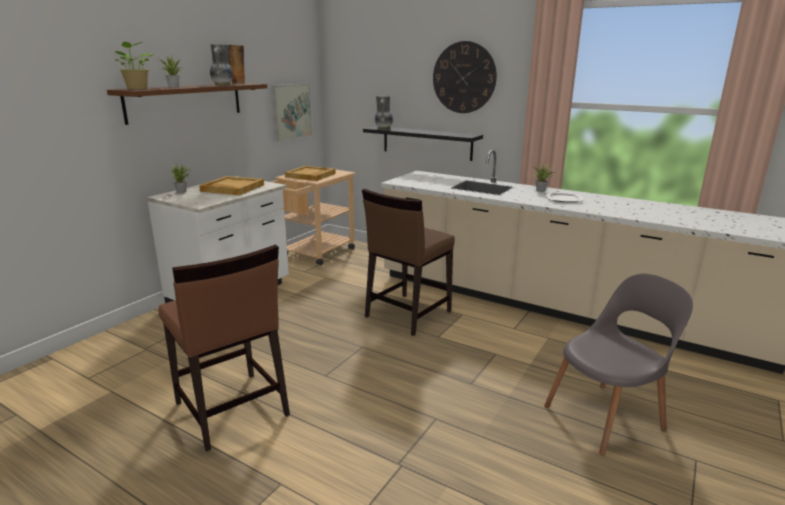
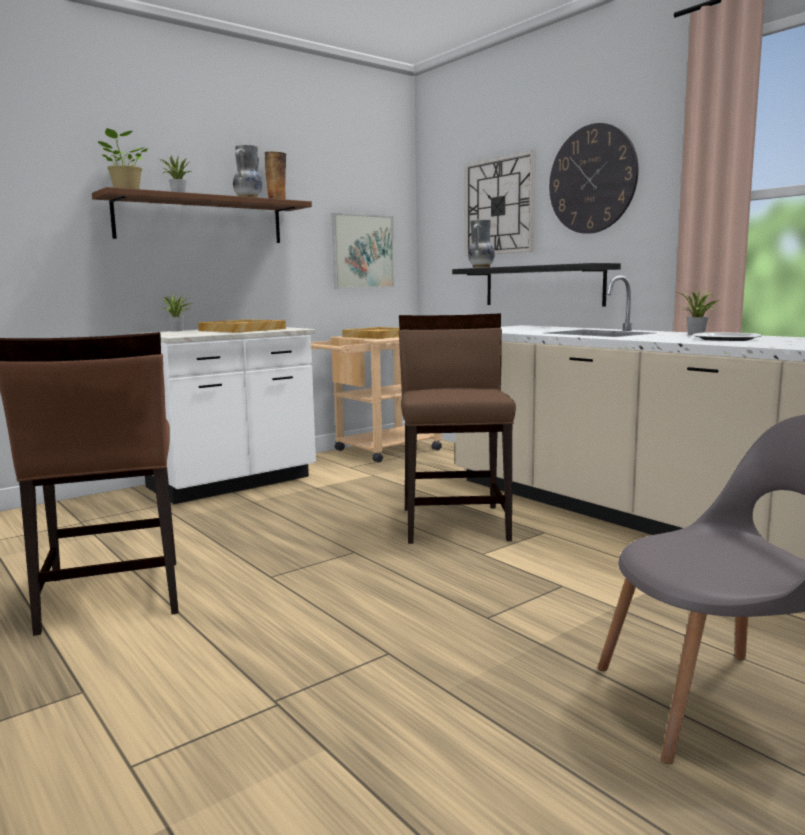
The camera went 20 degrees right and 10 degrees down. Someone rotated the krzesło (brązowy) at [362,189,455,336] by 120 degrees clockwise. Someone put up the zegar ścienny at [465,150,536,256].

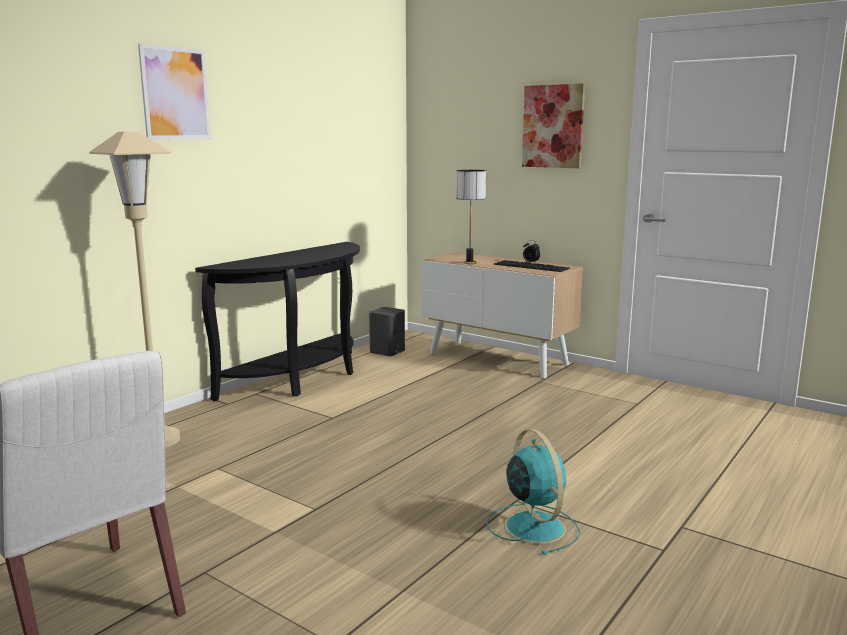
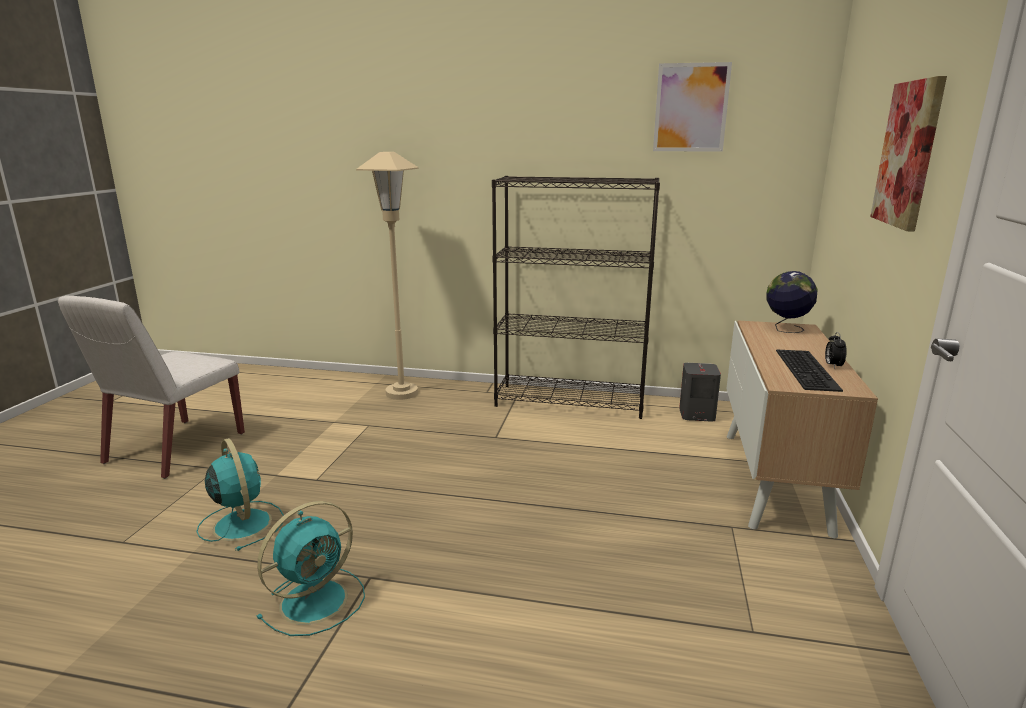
The camera went 65 degrees right and 5 degrees up. Someone carried the obraz from [138,43,211,140] to [653,62,732,152]. Someone swapped the stolik konsolowy (czarny) at [195,242,360,401] for the regał (czarny) at [492,176,660,419]. Someone took away the lampa stołowa at [456,170,486,264]. Someone put down the wentylator (turkusowy) at [196,438,284,551]. Someone put down the globus at [766,271,818,333].

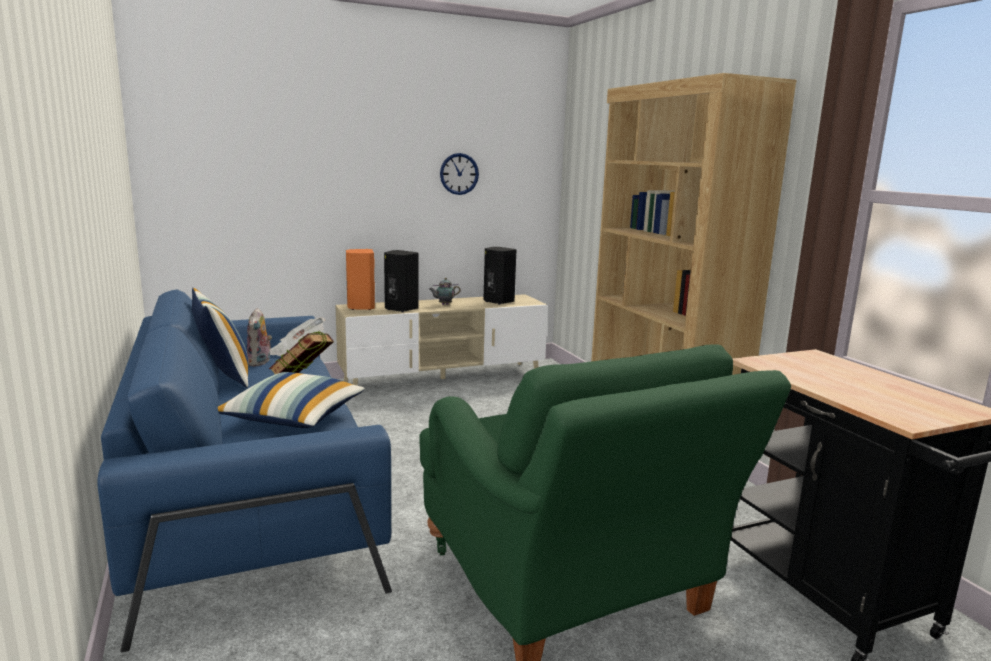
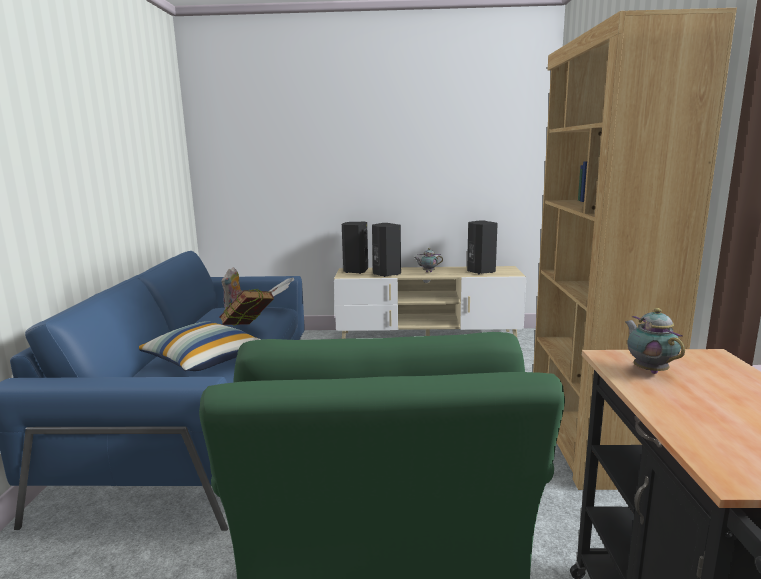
The camera went 25 degrees right and 0 degrees up. Someone took away the poduszka at [192,288,248,388]. Someone repainted the głośnik (pomarańczowy) at [346,249,375,310], which became the głośnik (czarny) at [342,222,368,274]. Someone took away the zegar ścienny at [440,153,479,195]. Someone put down the imbryk at [625,308,685,374].

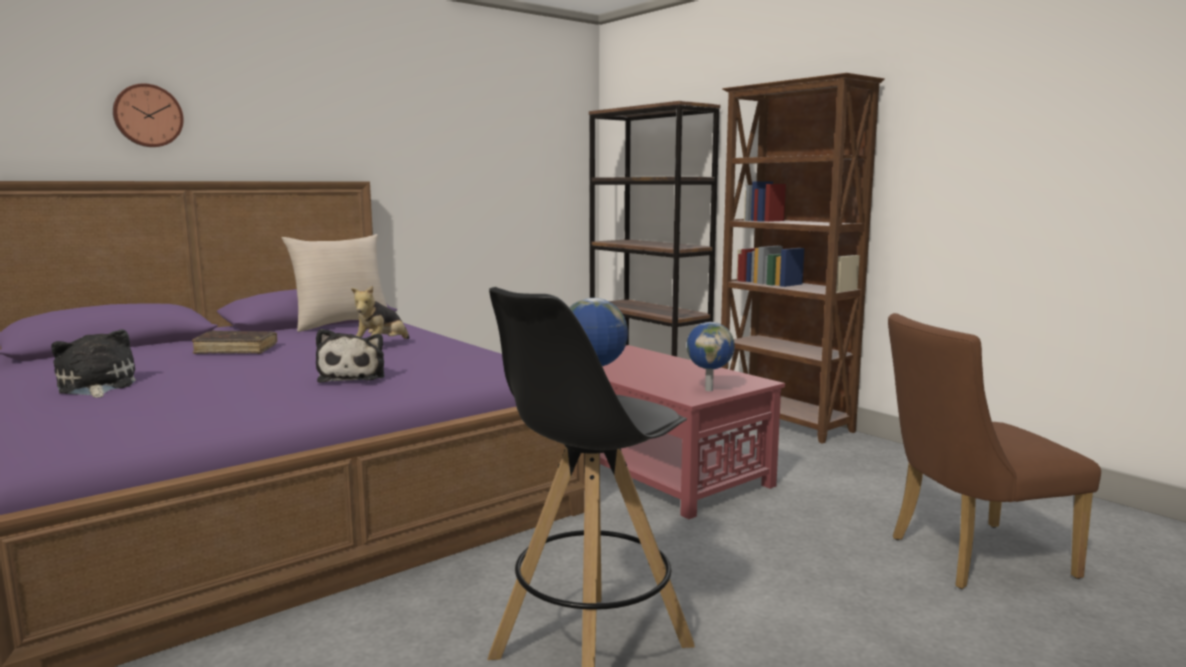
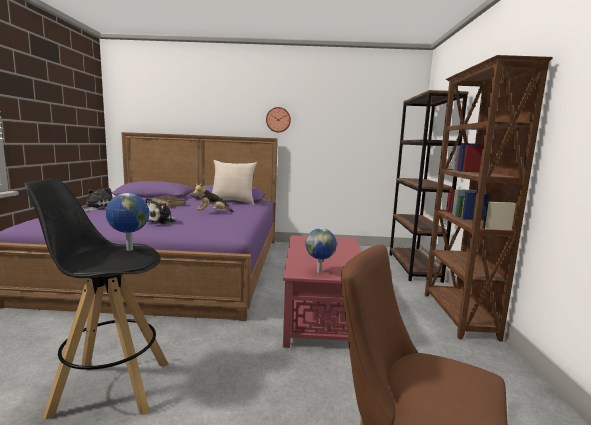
The camera went 40 degrees right and 0 degrees up. Someone carried the zegar ścienny from [113,84,184,147] to [266,107,291,133].

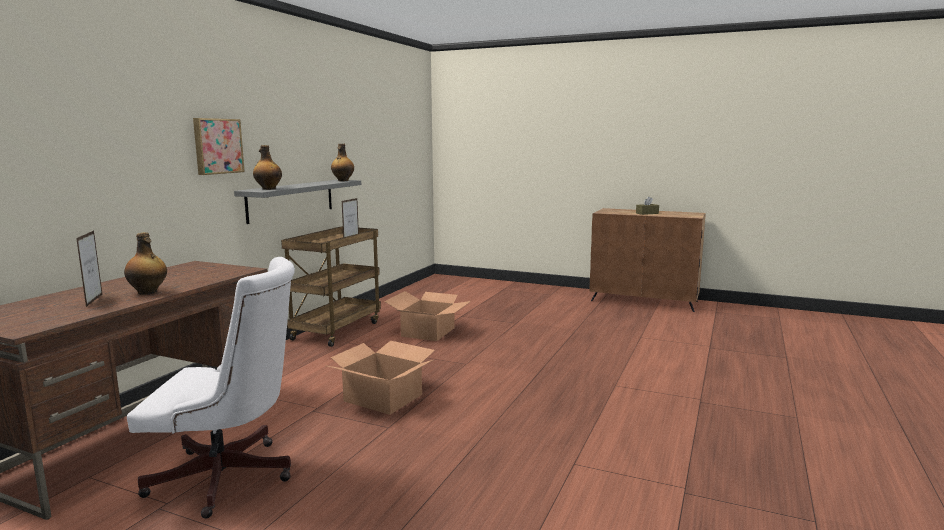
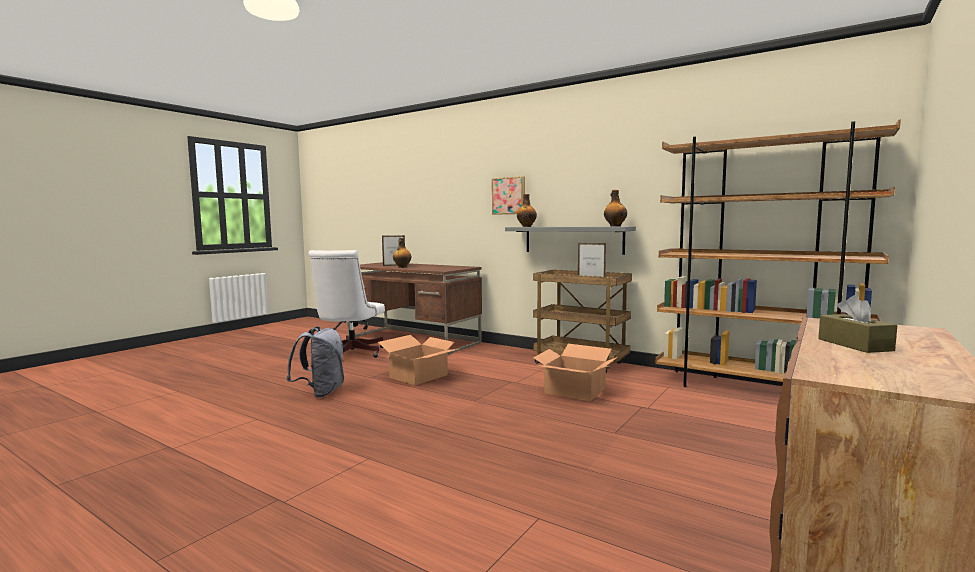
The camera went 100 degrees right and 5 degrees down. Someone put down the plecak (szary) at [286,326,344,398]. Someone put down the regał (brązowy) at [655,120,901,387].

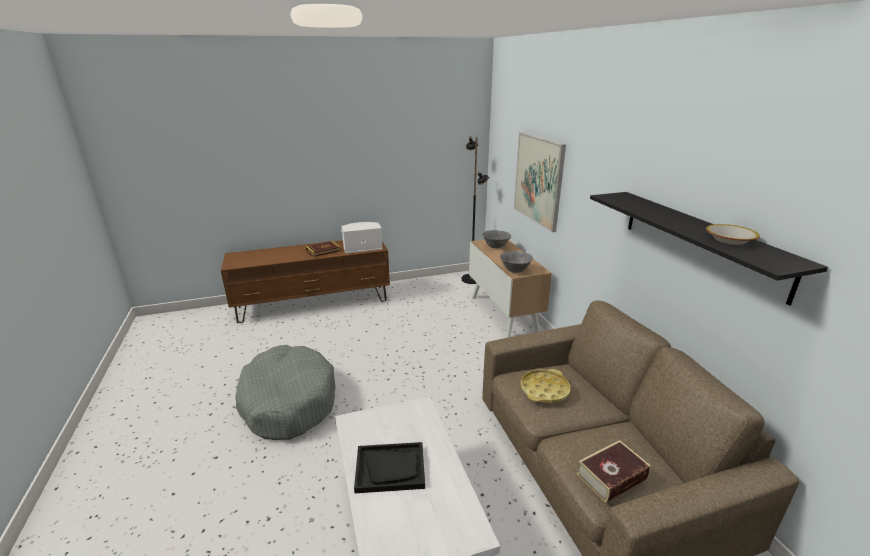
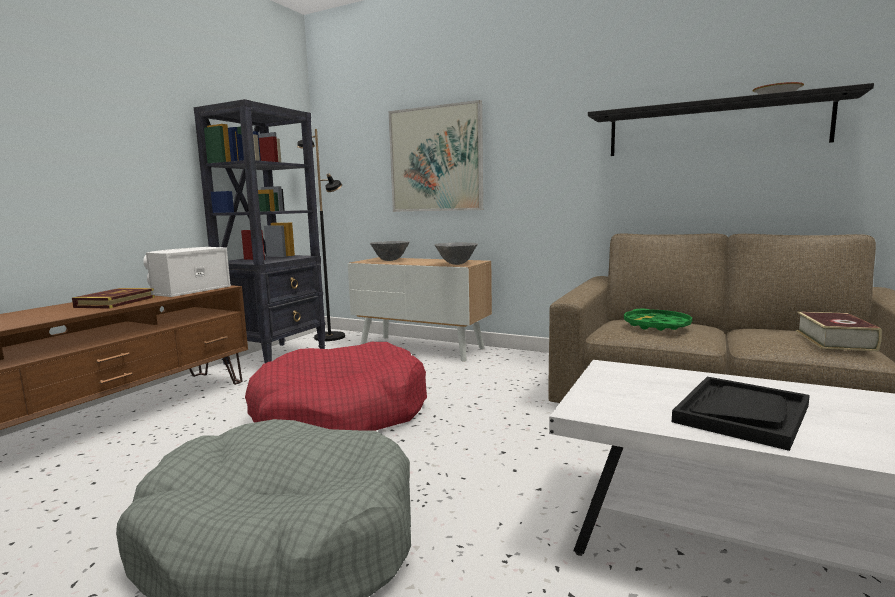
The camera went 45 degrees left and 15 degrees down. Someone repainted the taca (żółty) at [520,369,570,403], which became the taca (zielony) at [624,309,692,331]. Someone put down the regał (czarny) at [194,99,326,365]. Someone put down the legowisko (czerwony) at [245,341,427,431].

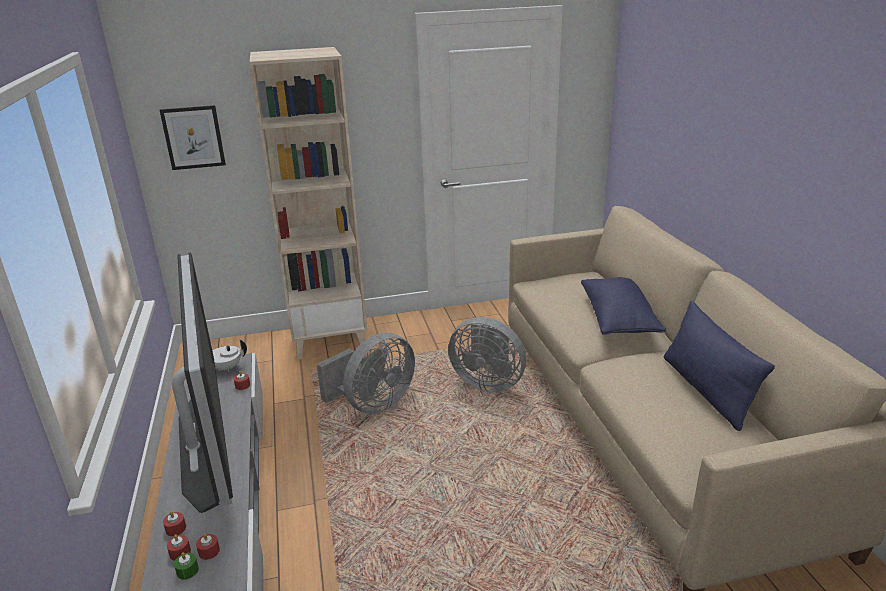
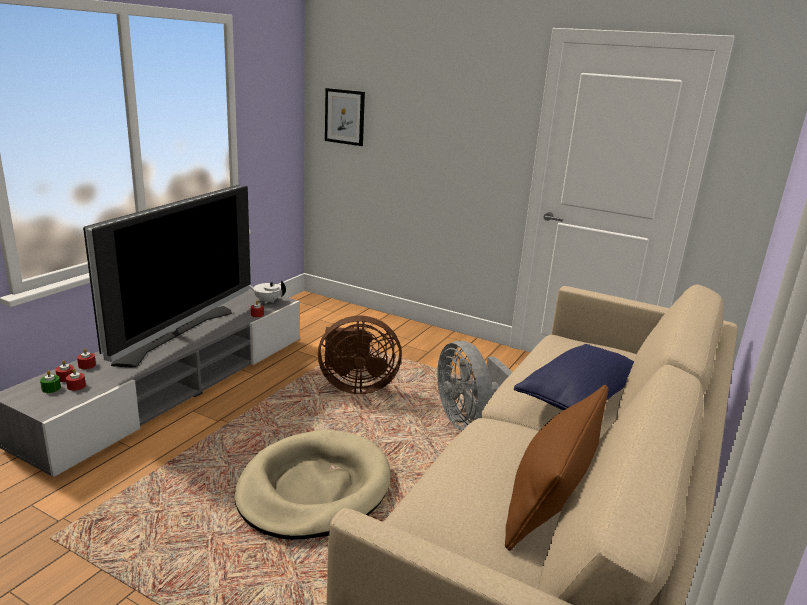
The camera went 40 degrees right and 5 degrees down. Someone took away the regał (beżowy) at [250,47,367,360]. Someone repainted the wentylator (szary) at [317,333,415,414], which became the wentylator (brązowy) at [318,315,402,394]. Someone repainted the poduszka (niebieski) at [664,301,775,431], which became the poduszka (brązowy) at [505,385,608,551]. Someone put down the legowisko (beżowy) at [234,430,391,540].

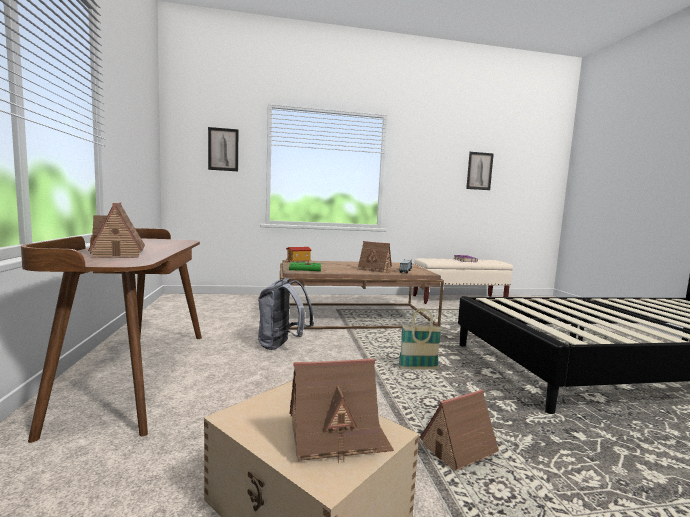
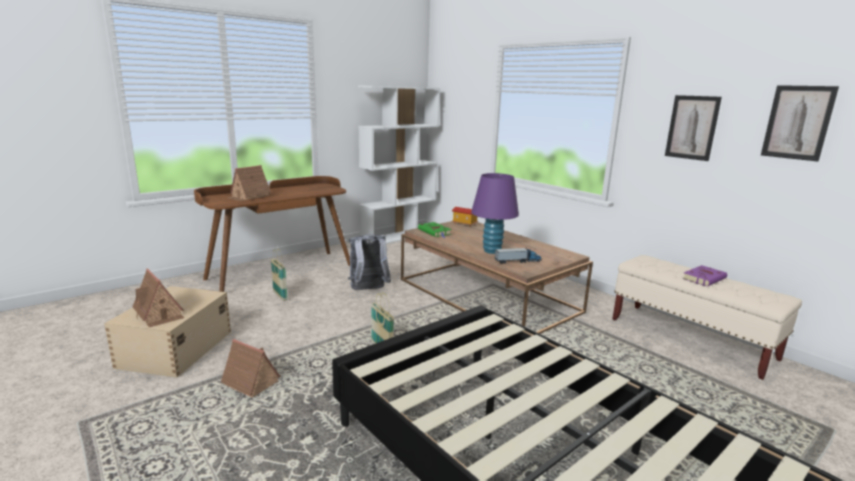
The camera went 60 degrees right and 10 degrees up. Someone carried the obraz from [208,127,238,171] to [665,95,722,161]. Someone swapped the domek at [358,241,396,273] for the lampa stołowa (fioletowy) at [471,173,519,254]. Someone put down the koszyk at [271,249,288,301]. Someone put down the regał (biały) at [358,85,440,244].

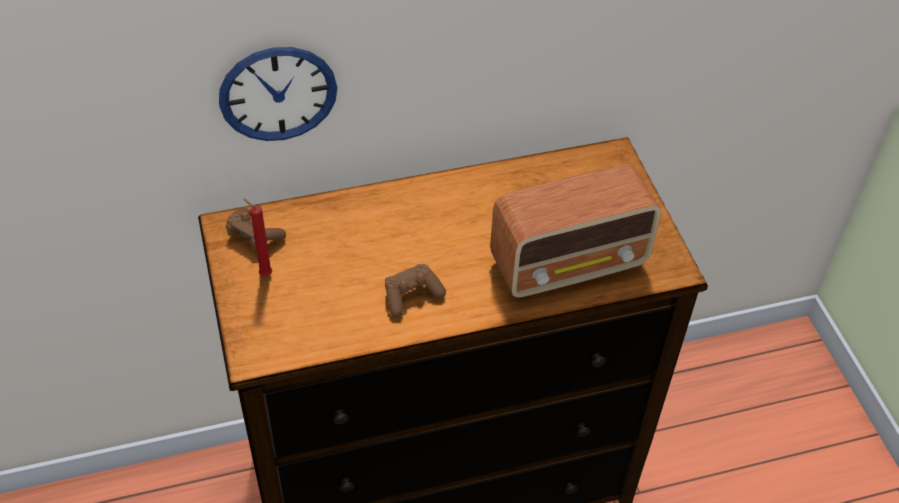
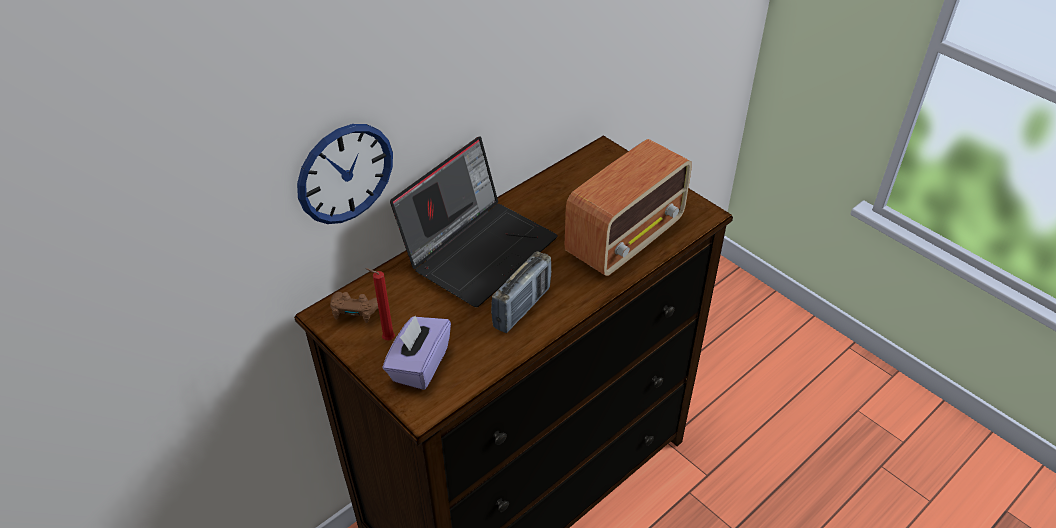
The camera went 25 degrees left and 5 degrees down. Someone swapped the pad do gier (brązowy) at [385,264,446,317] for the radio at [491,251,551,333]. Someone put down the pudełko chusteczek (fioletowy) at [383,316,451,390]. Someone put down the laptop at [390,136,558,307].

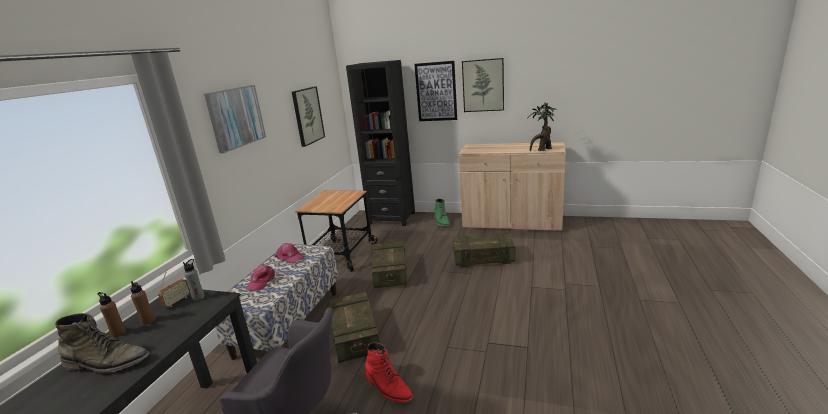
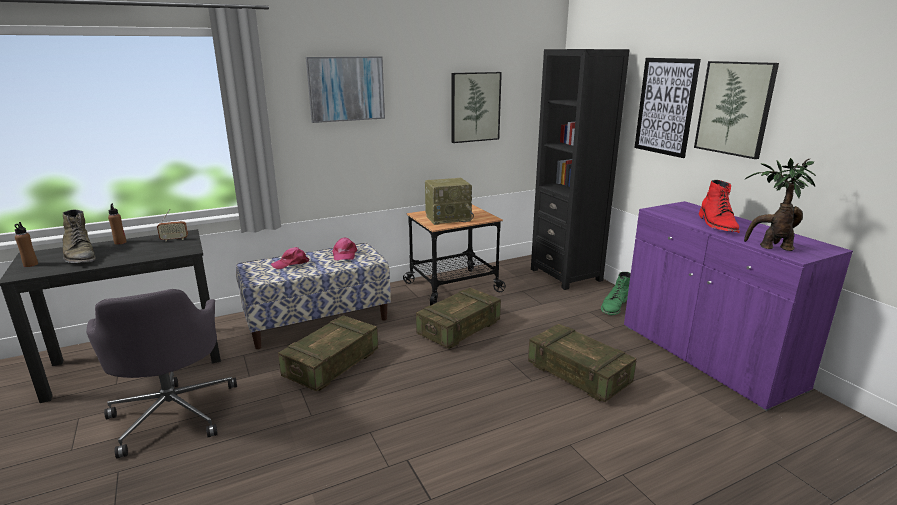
The camera went 45 degrees right and 0 degrees up. Someone carried the butelka (brązowy) from [130,281,155,325] to [15,222,38,267]. Someone took away the butelka (szary) at [183,259,205,301]. Someone carried the but z cholewką (czerwony) from [365,342,413,403] to [699,180,740,233]. Someone repainted the szafka (beżowy) at [459,142,566,232], which became the szafka (fioletowy) at [624,201,853,411]. Someone put down the radio at [425,178,474,225].

